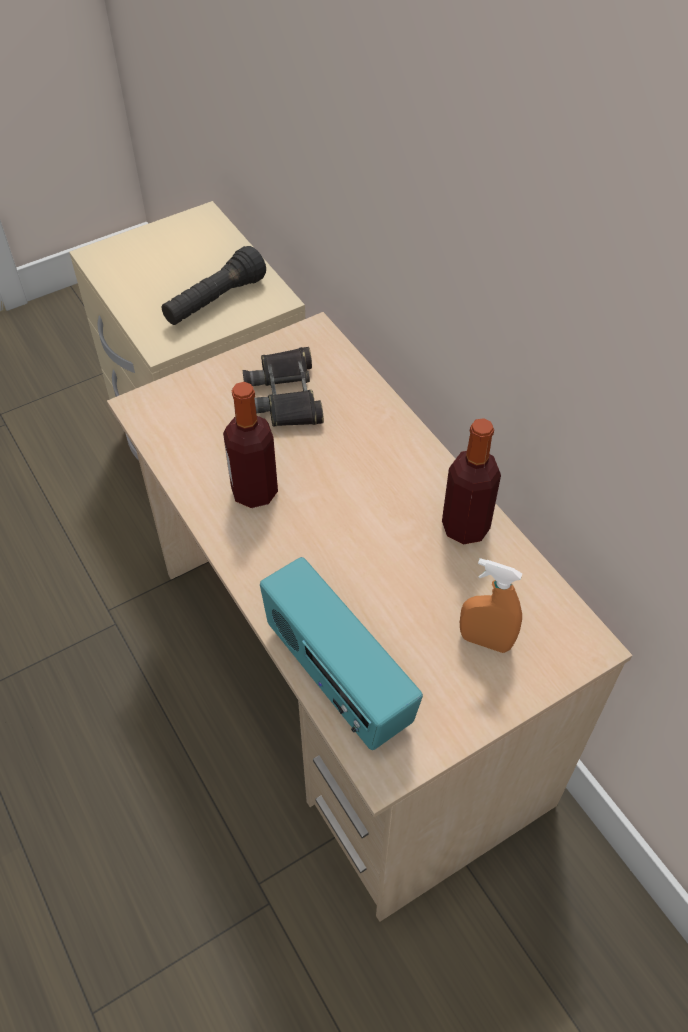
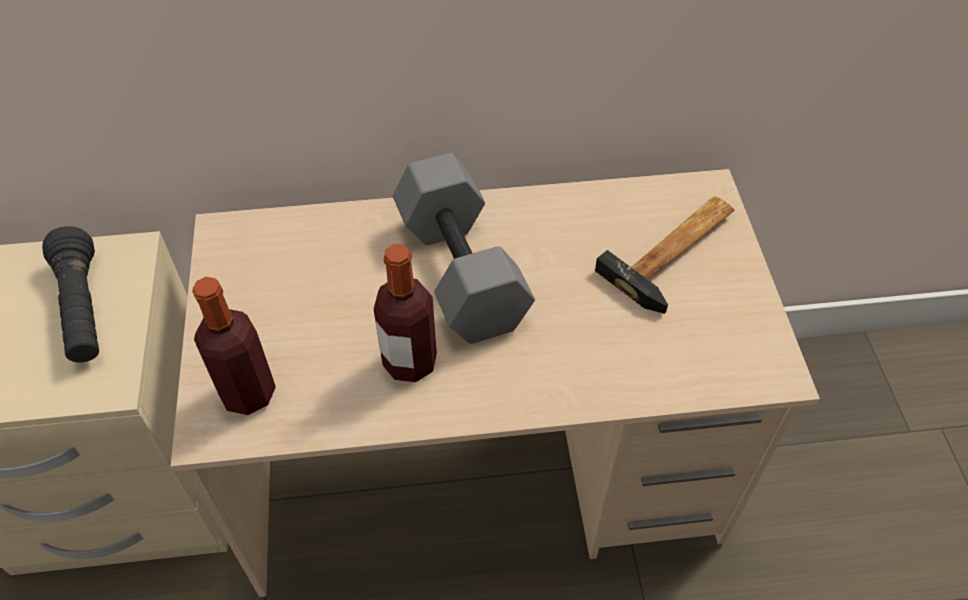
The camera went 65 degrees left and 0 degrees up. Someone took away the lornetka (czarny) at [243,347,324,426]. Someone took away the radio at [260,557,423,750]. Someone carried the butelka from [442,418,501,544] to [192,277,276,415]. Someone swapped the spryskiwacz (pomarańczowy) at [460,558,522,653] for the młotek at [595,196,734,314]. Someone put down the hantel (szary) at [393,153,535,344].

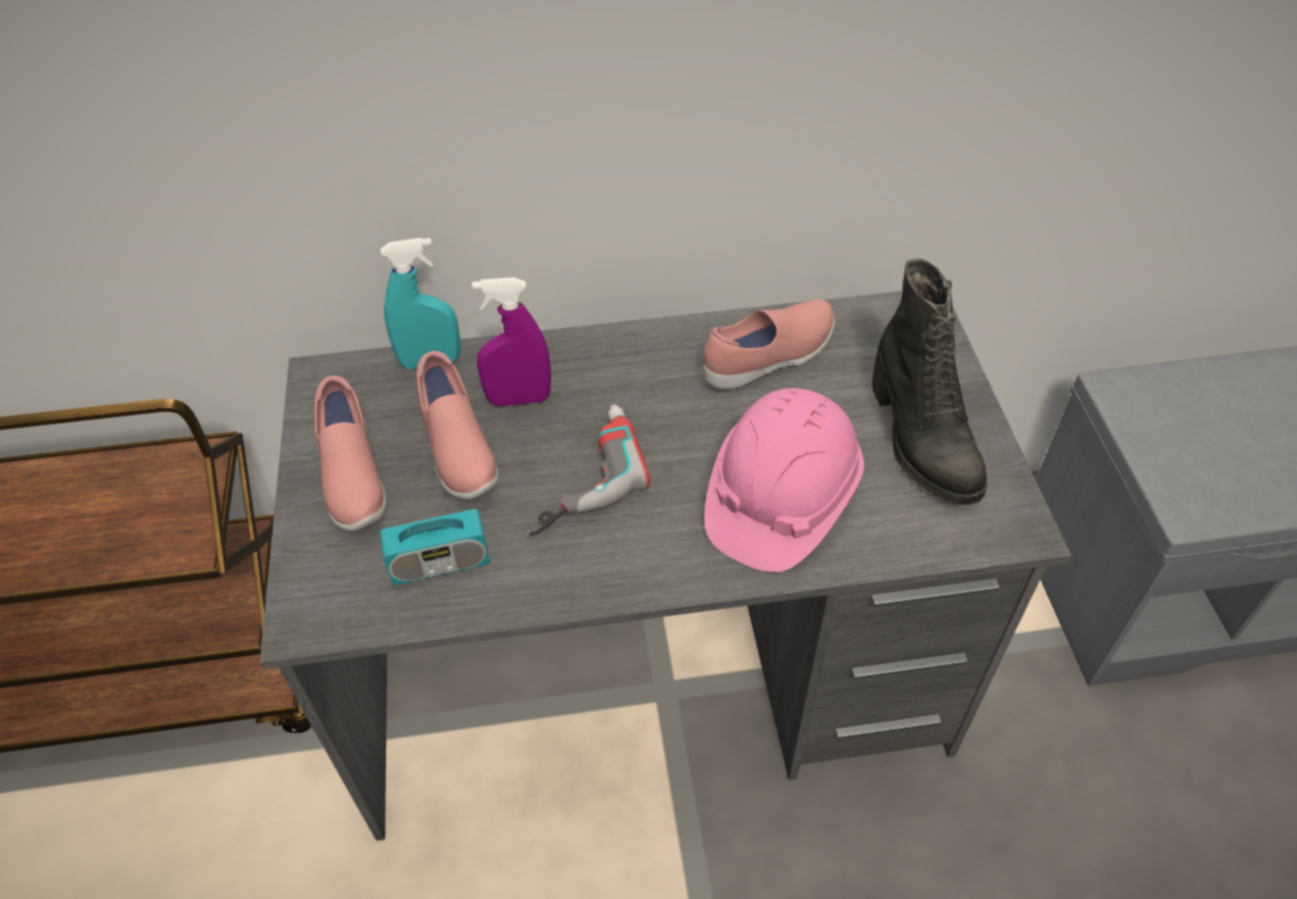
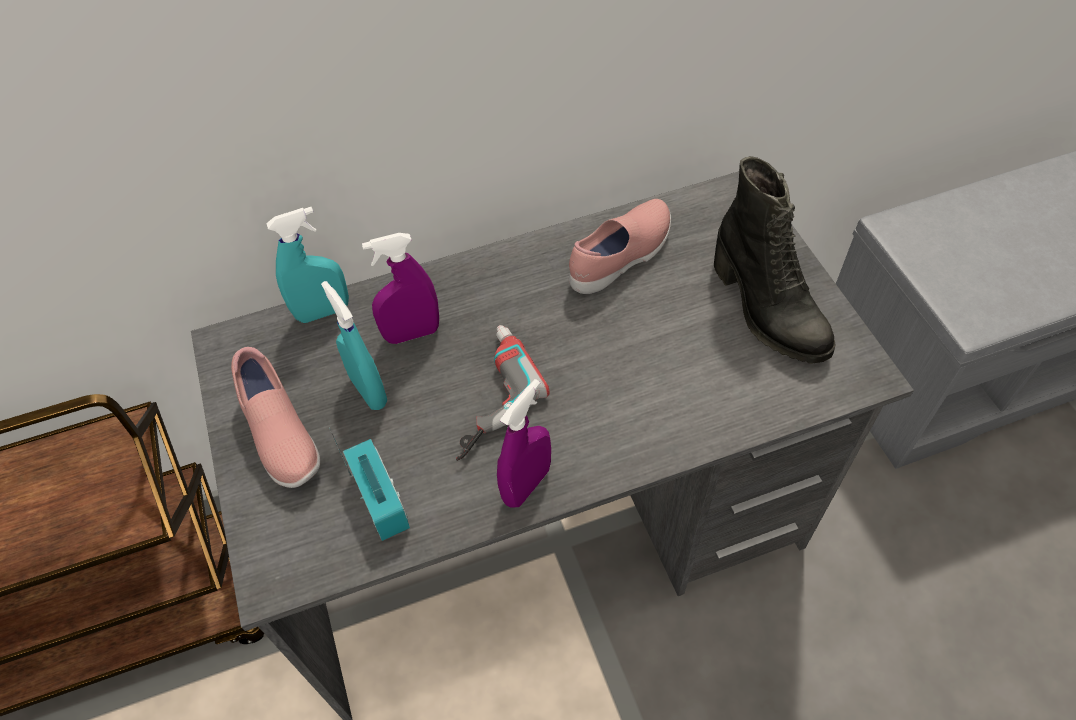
The camera went 10 degrees left and 5 degrees up. Someone rotated the radio at [380,452,490,585] by 90 degrees counterclockwise. Someone swapped the but (różowy) at [416,351,499,499] for the spryskiwacz (turkusowy) at [321,281,387,410]. Someone took away the kask (różowy) at [705,388,864,572]. Someone put down the spryskiwacz (fioletowy) at [497,379,551,507].

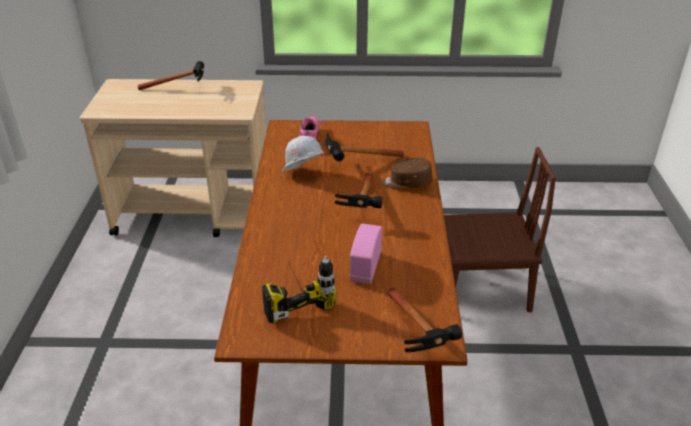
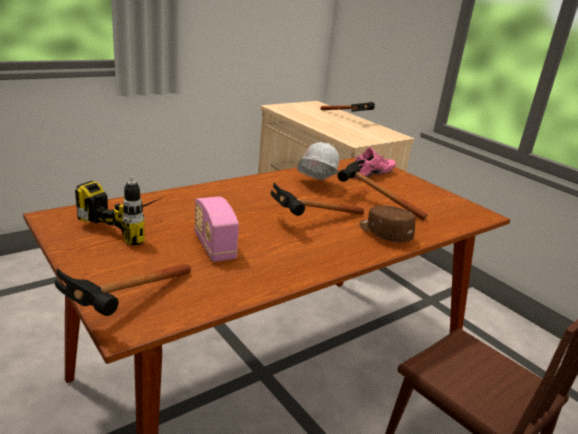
The camera went 50 degrees right and 10 degrees down. Someone rotated the radio at [349,224,382,284] by 90 degrees counterclockwise.

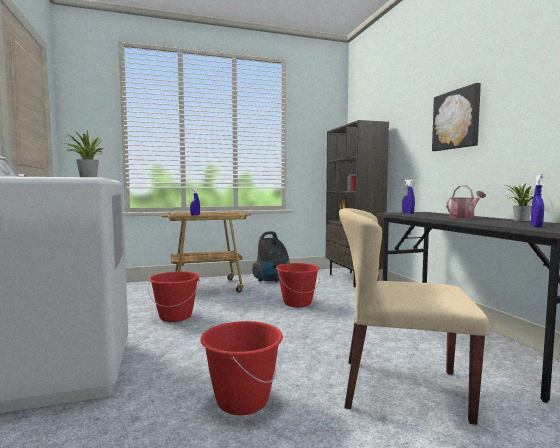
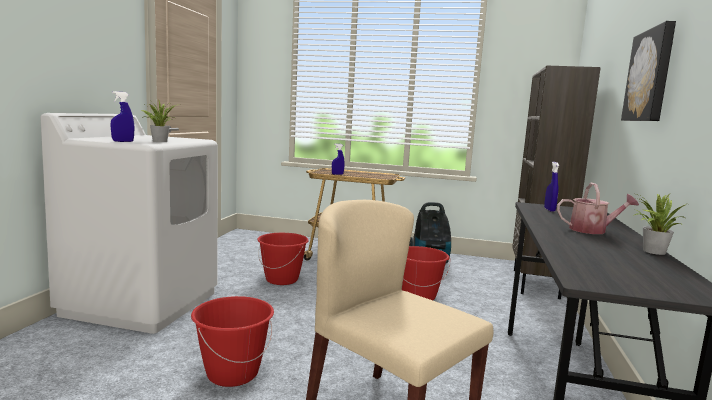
The camera went 30 degrees right and 5 degrees up. Someone carried the spryskiwacz (niebieski) from [531,174,544,227] to [110,91,134,142].

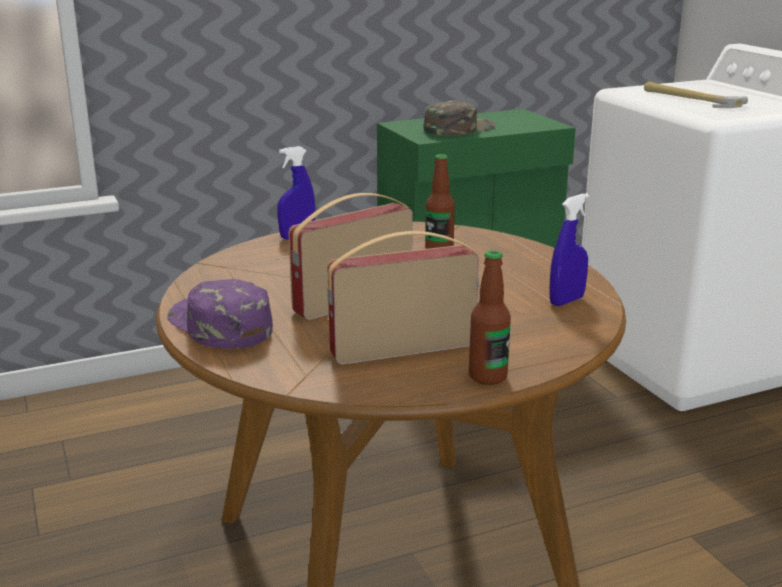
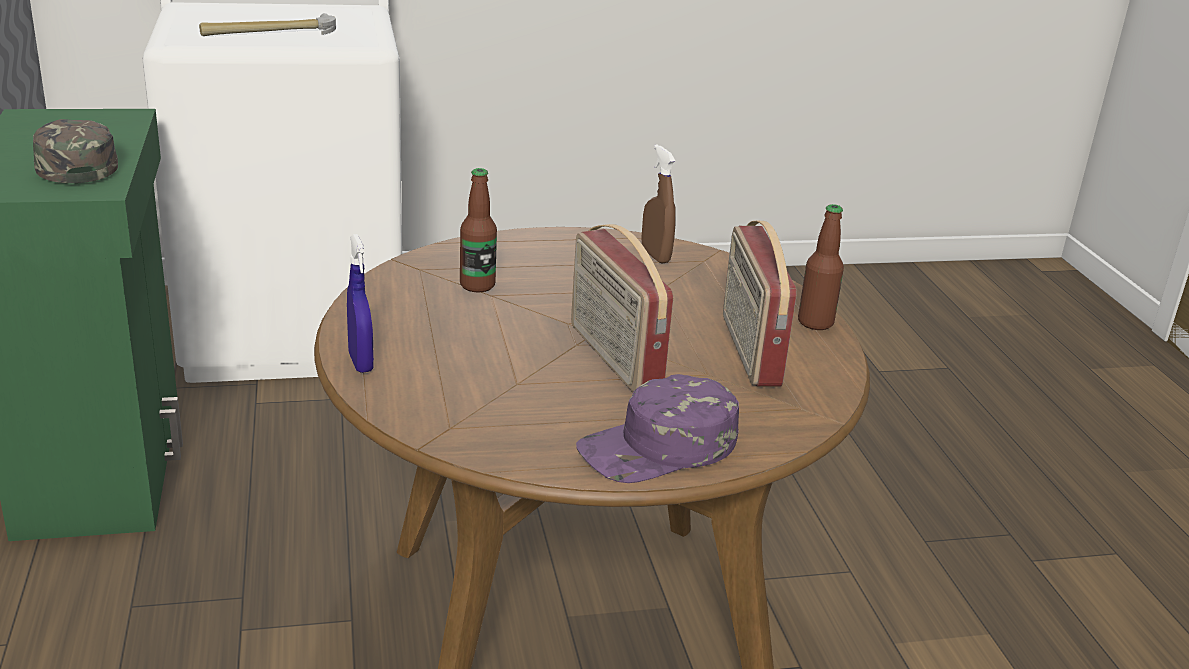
The camera went 80 degrees left and 5 degrees up. Someone repainted the spryskiwacz (niebieski) at [549,193,589,306], which became the spryskiwacz (brązowy) at [641,144,676,264].

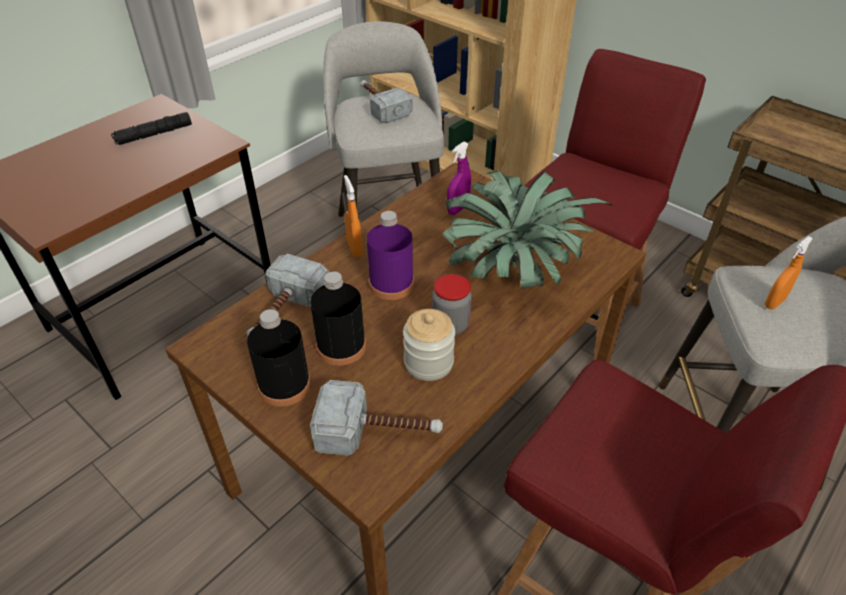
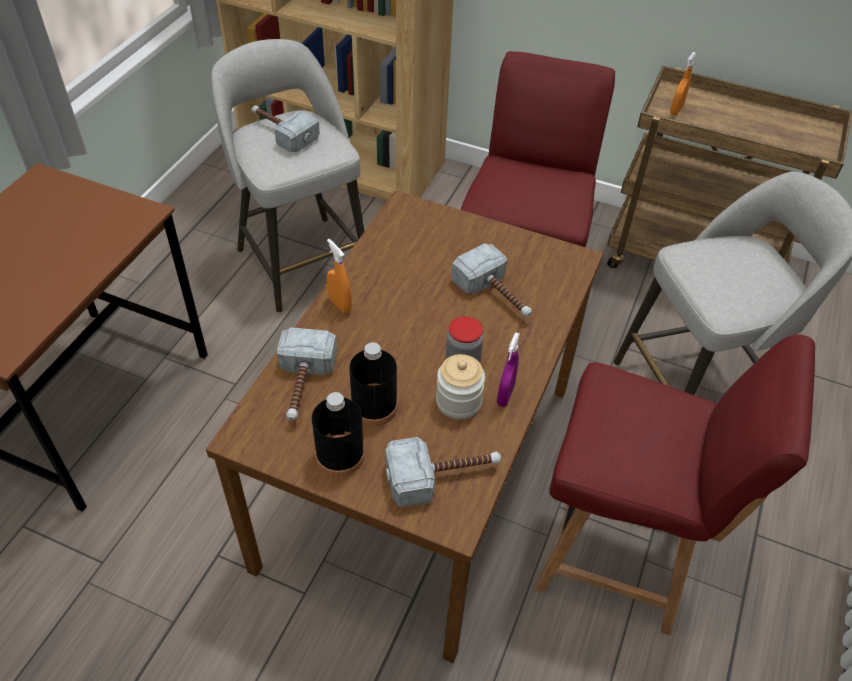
The camera went 20 degrees left and 5 degrees up. Someone took away the latarka (czarny) at [111,112,192,145]. Someone took away the butelka (fioletowy) at [367,211,414,300]. Someone swapped the roślina doniczkowa at [443,171,612,289] for the młotek at [451,243,532,317]. Someone carried the spryskiwacz (fioletowy) from [447,142,471,215] to [497,332,520,407]. Someone carried the spryskiwacz (pomarańczowy) from [765,236,813,309] to [670,52,696,115].

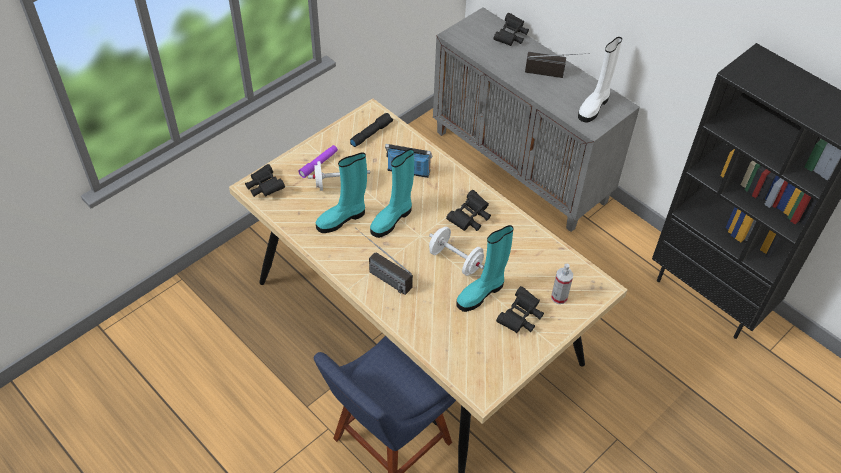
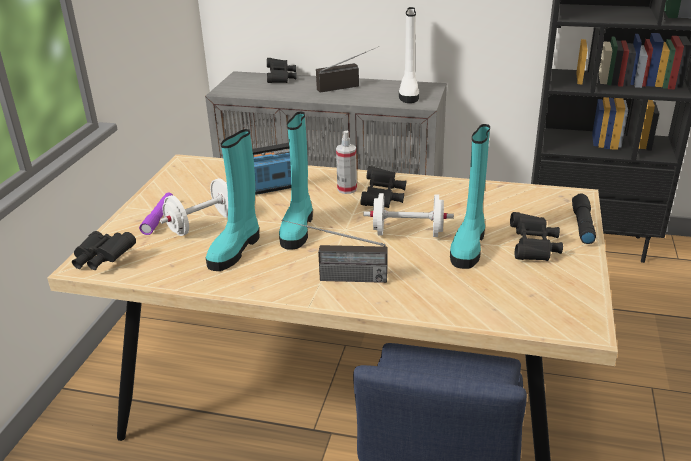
The camera went 30 degrees left and 20 degrees down. Someone carried the latarka (czarny) from [350,113,393,147] to [572,193,596,244]. Someone carried the spryskiwacz from [551,264,573,304] to [336,131,357,194].

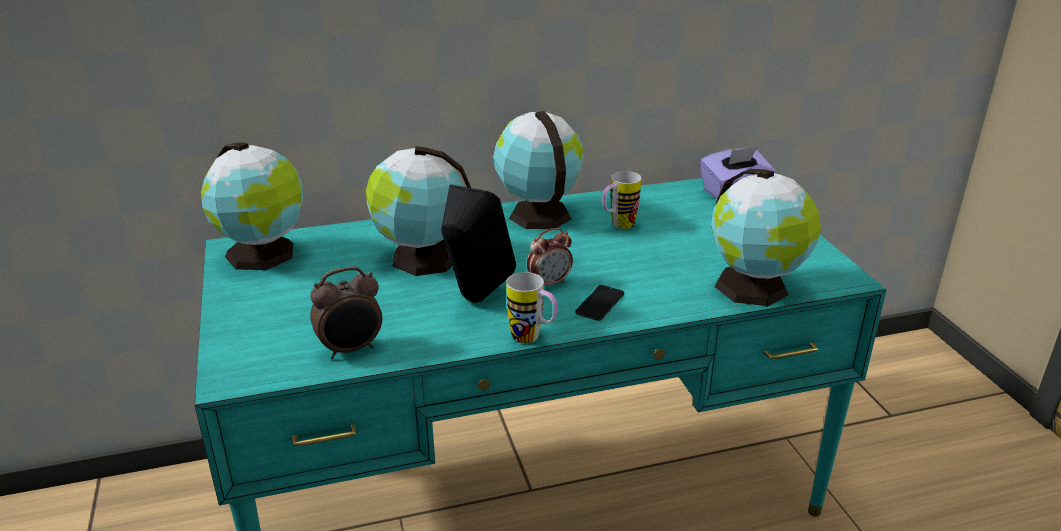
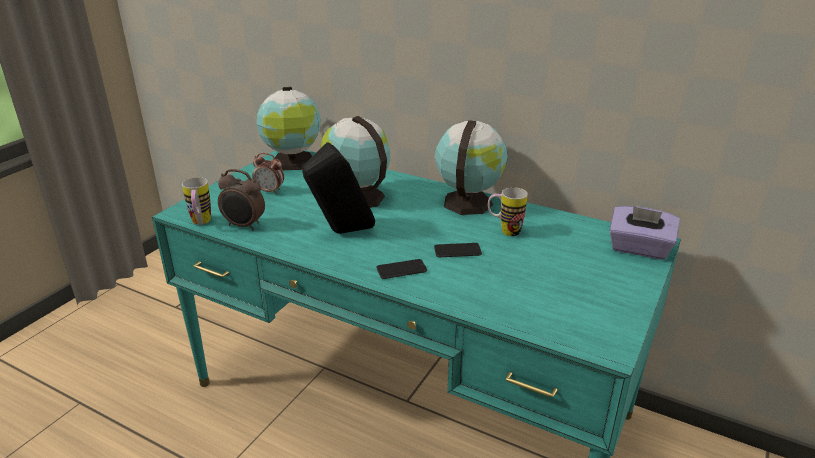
The camera went 45 degrees right and 0 degrees up. Someone carried the kubek from [506,272,557,343] to [182,177,211,225]. Someone carried the budzik from [527,228,573,285] to [252,153,284,194]. Someone took away the globus at [711,169,821,306]. Someone put down the telefon at [434,243,482,257].

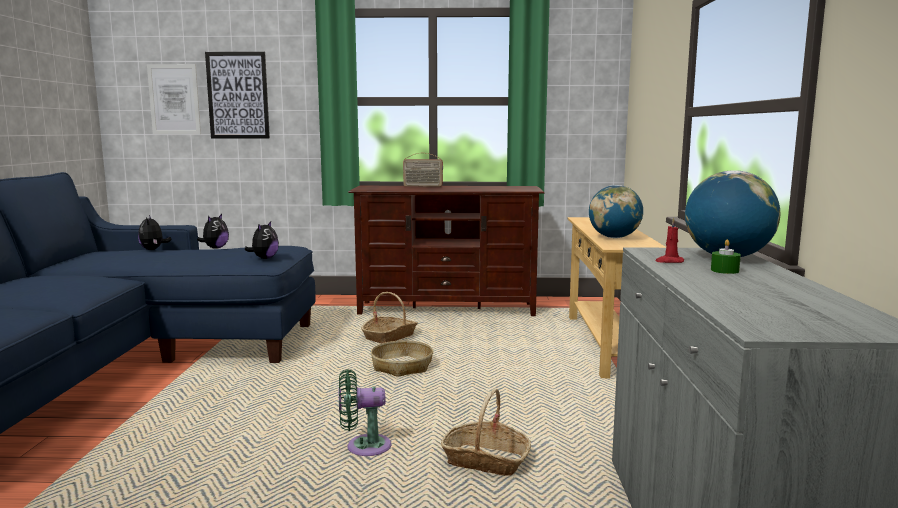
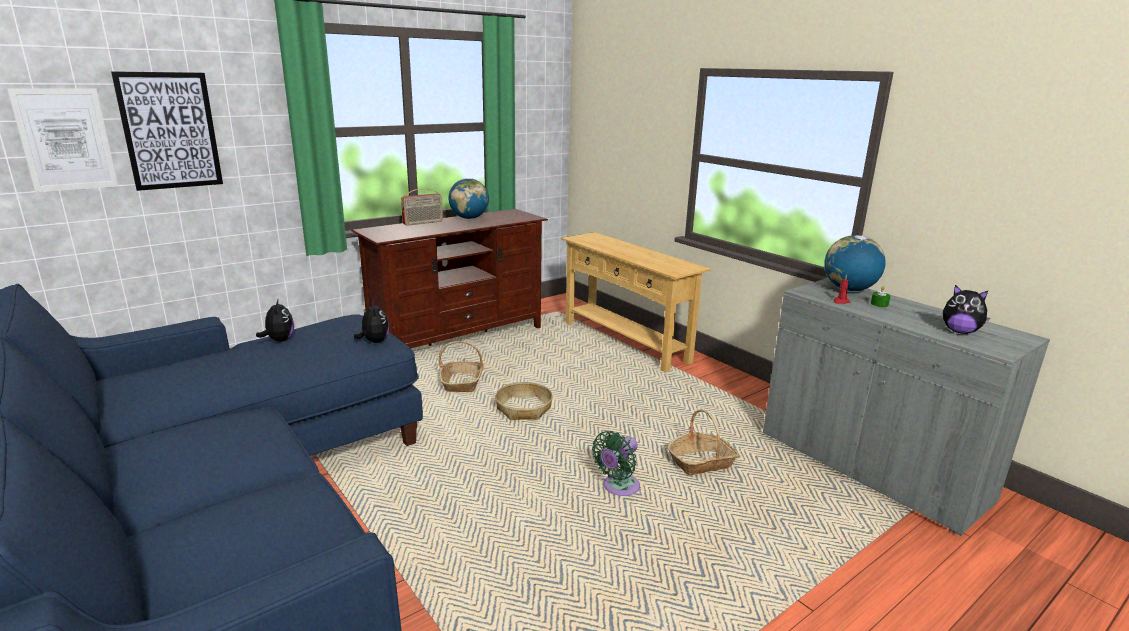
The camera went 40 degrees left and 10 degrees up. Someone carried the pluszak from [138,215,172,250] to [943,285,990,334]. Someone carried the globus from [589,185,643,238] to [449,178,489,219].

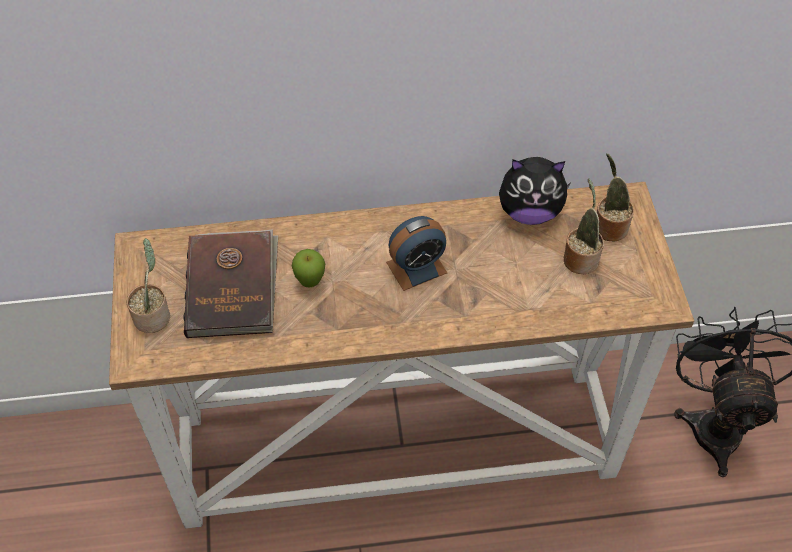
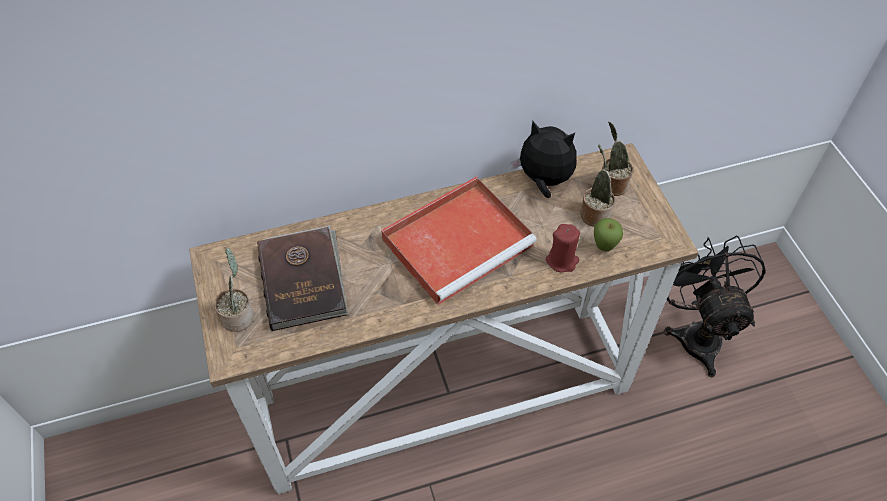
The camera went 10 degrees left and 0 degrees up. Someone carried the jabłko from [292,249,325,288] to [594,218,623,251]. Someone swapped the budzik at [386,216,447,291] for the taca (czerwony) at [381,176,537,305]. Someone rotated the pluszak at [499,157,571,225] by 150 degrees counterclockwise. Someone put down the świeca (czerwony) at [546,224,580,272].

